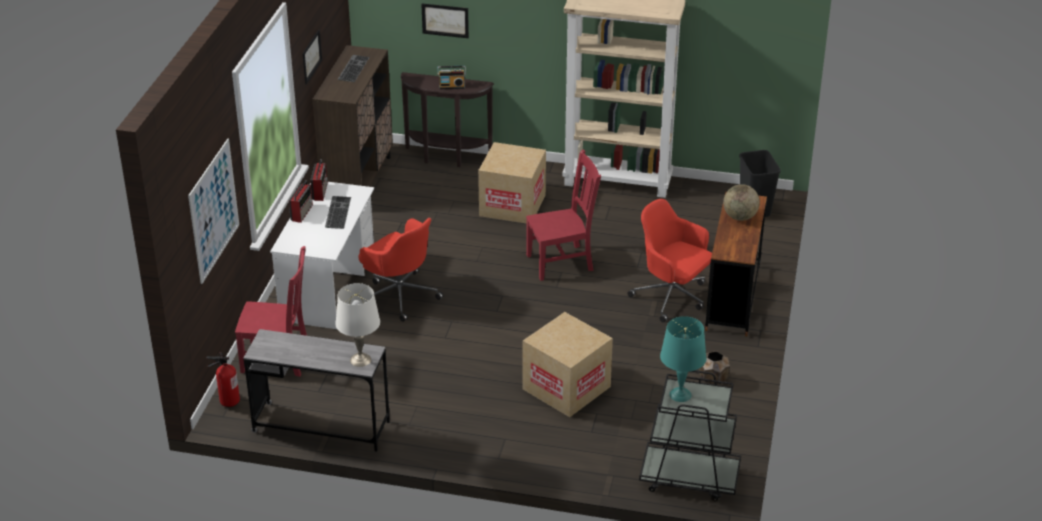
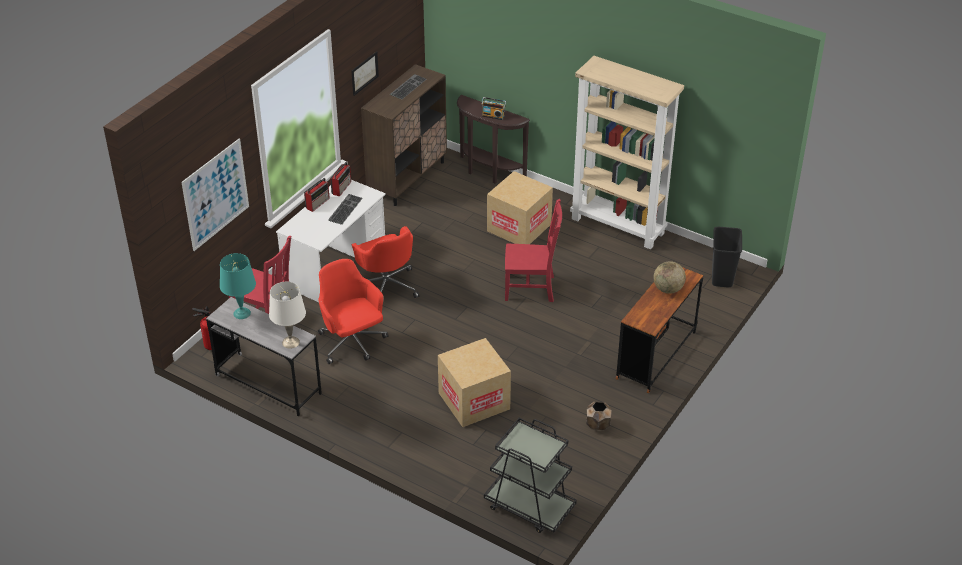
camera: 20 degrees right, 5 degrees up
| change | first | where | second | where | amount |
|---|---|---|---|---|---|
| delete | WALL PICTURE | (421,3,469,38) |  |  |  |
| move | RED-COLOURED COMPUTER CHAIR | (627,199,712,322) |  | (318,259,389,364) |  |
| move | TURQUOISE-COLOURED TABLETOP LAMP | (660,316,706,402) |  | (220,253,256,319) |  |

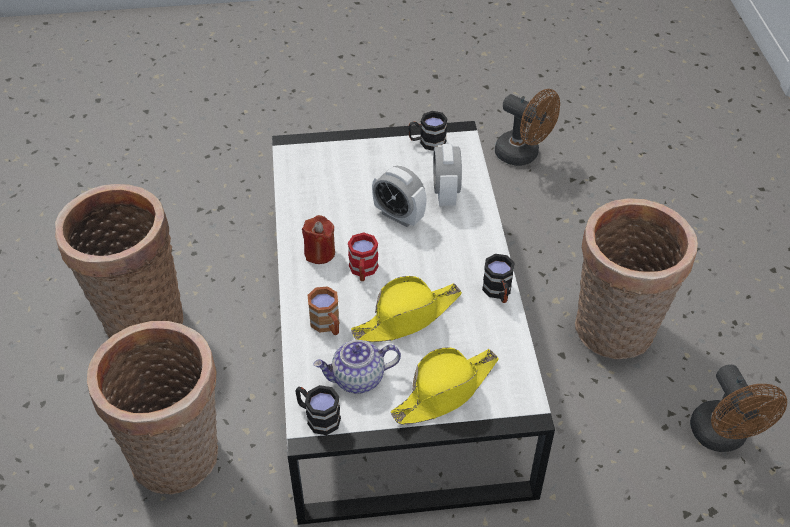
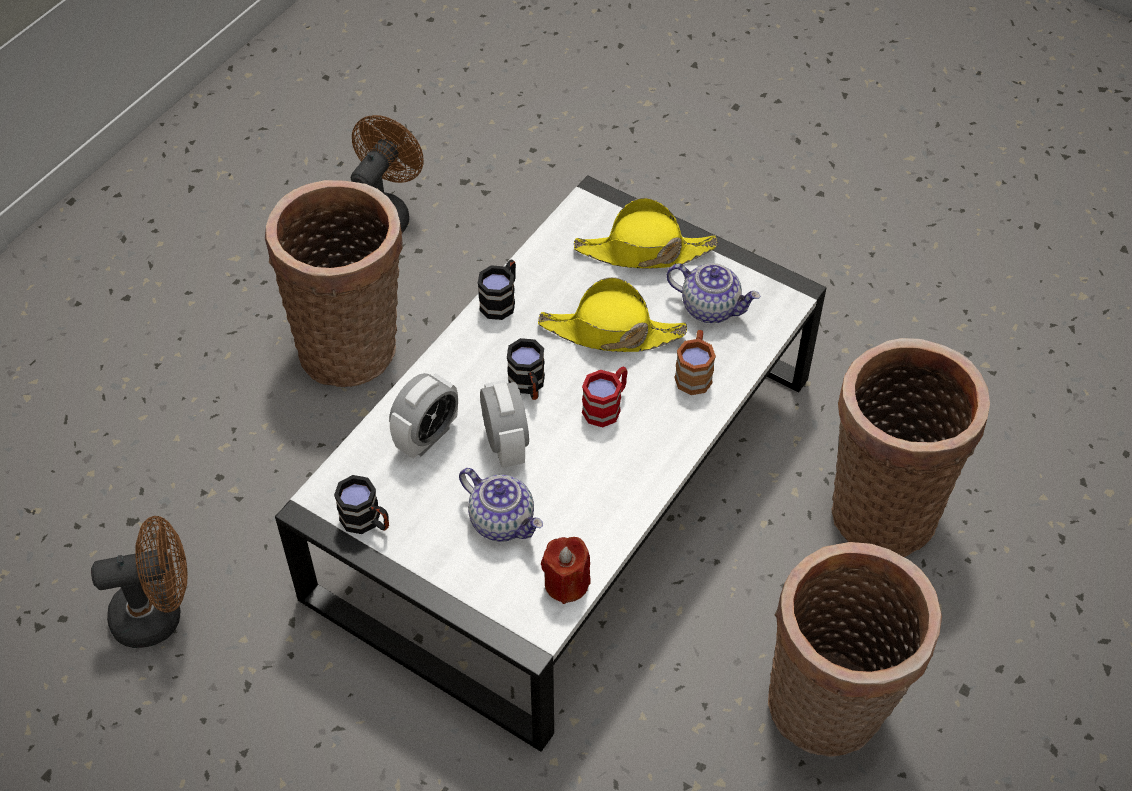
camera: 140 degrees left, 5 degrees up
| change | first | where | second | where | amount |
|---|---|---|---|---|---|
| rotate | BROWN-COLOURED COOLING FAN | (495,89,560,166) |  | (91,516,187,648) | 90 degrees clockwise |
| move | RED-COLOURED WAX LIGHT | (302,215,335,264) |  | (541,537,591,604) |  |
| move | BLACK-COLOURED COFFEE MUG | (295,385,341,435) |  | (507,338,545,400) |  |
| insert |  |  | TEA POT | (459,468,543,542) |  |

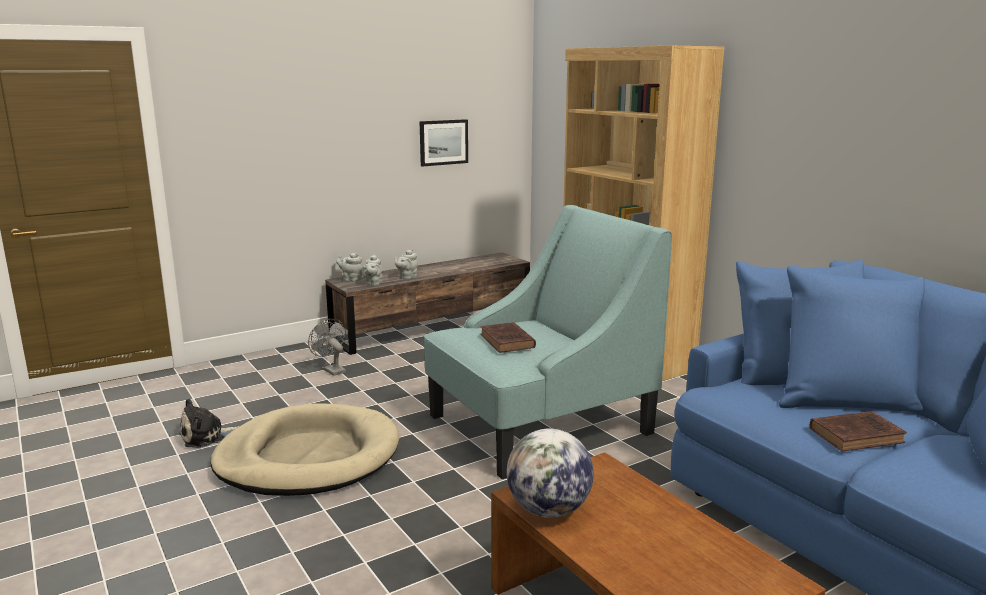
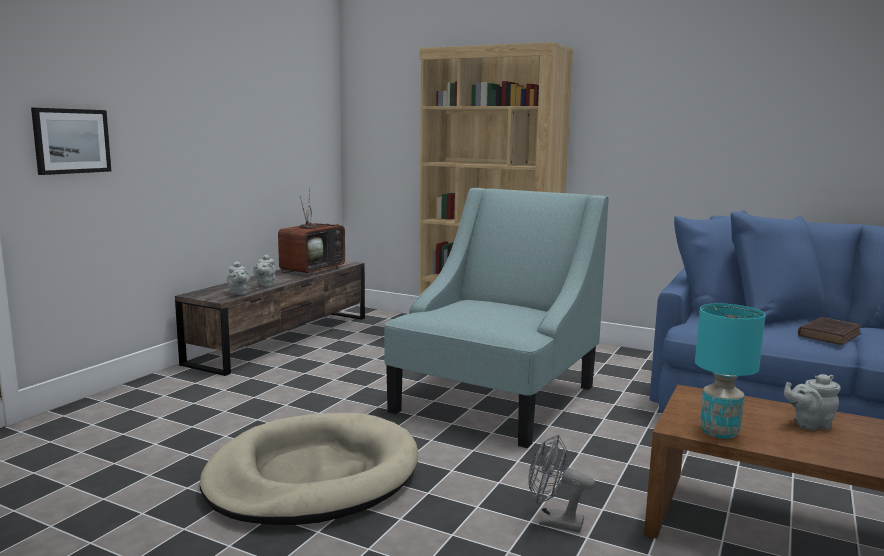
camera: 30 degrees left, 5 degrees down
| change | first | where | second | where | amount |
|---|---|---|---|---|---|
| move | WALL PICTURE | (419,119,468,167) |  | (31,108,111,175) |  |
| move | GREYISH TEA POT | (336,253,363,282) |  | (784,374,841,430) |  |
| move | GREYISH COOLING FAN | (308,319,346,376) |  | (528,434,595,533) |  |
| delete | BROWN-COLOURED BOOK | (481,322,536,353) |  |  |  |
| delete | CUDDLY TOY | (179,398,239,448) |  |  |  |
| replace | WORLD GLOBE | (506,429,594,518) | TURQUOISE-COLOURED TABLETOP LAMP | (695,304,765,439) |  |
| insert |  |  | TELEVISION | (278,191,345,276) |  |

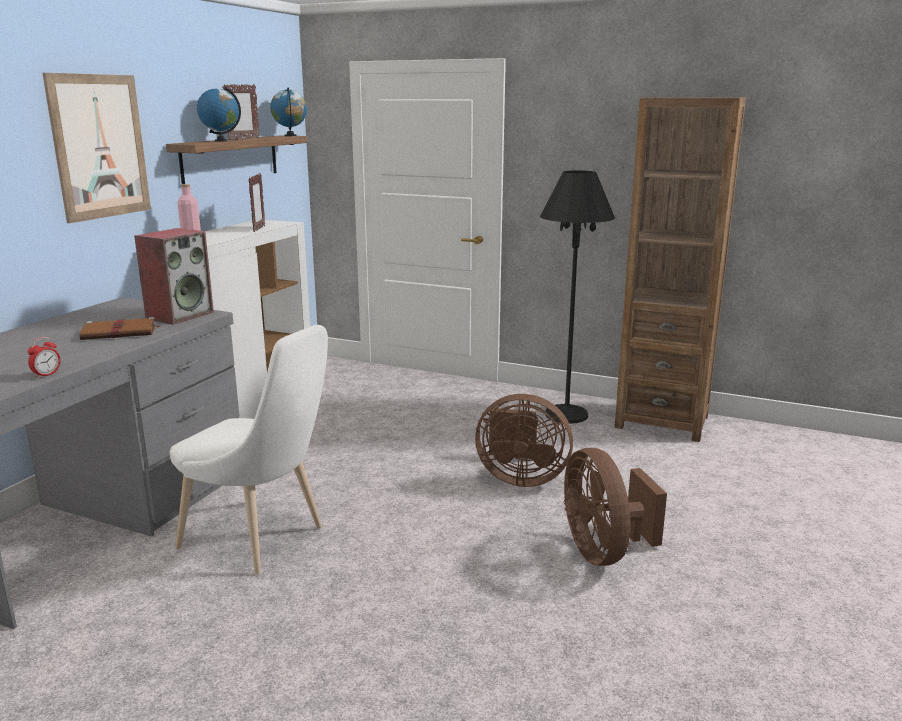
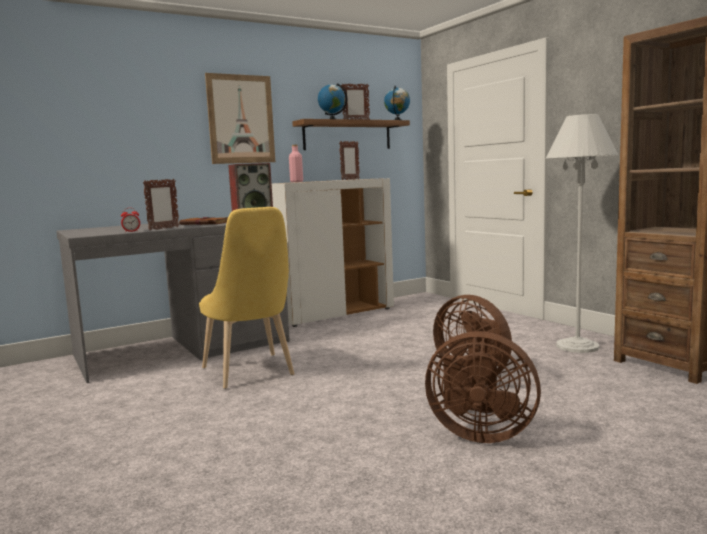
camera: 35 degrees right, 10 degrees down
| change | first | where | second | where | amount |
|---|---|---|---|---|---|
| recolor | BLACK-COLOURED FLOOR LAMP | (540,170,615,424) | WHITISH FLOOR LAMP | (546,114,618,353) |  |
| recolor | WHITISH UPRIGHT CHAIR | (170,325,328,575) | YELLOW UPRIGHT CHAIR | (199,207,294,389) |  |
| rotate | BROWN-COLOURED COOLING FAN | (564,448,667,566) |  | (425,331,541,443) | 90 degrees counterclockwise |
| insert |  |  | STANDING FRAME | (143,179,179,230) |  |

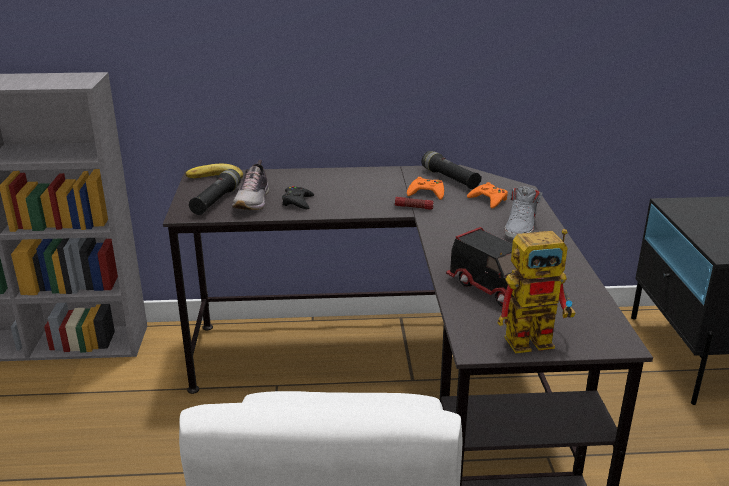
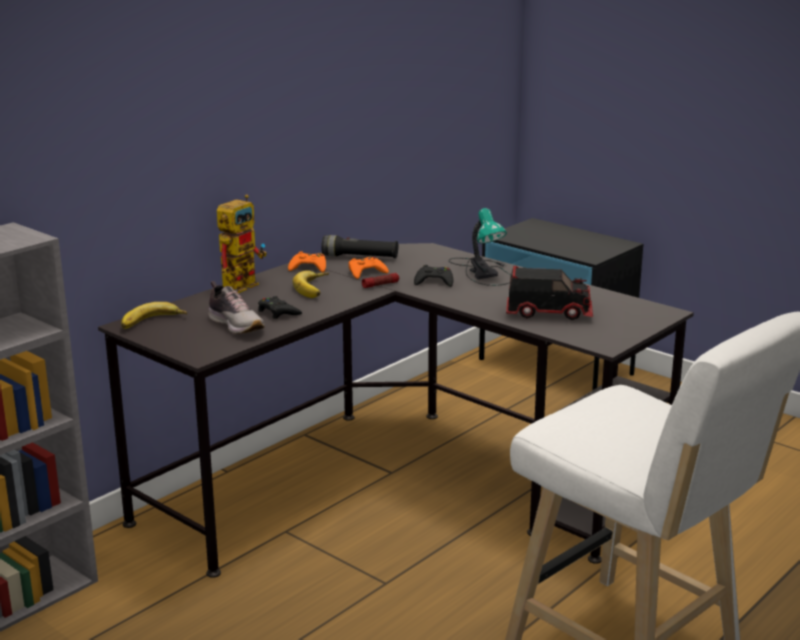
camera: 45 degrees left, 5 degrees down
| change | first | where | second | where | amount |
|---|---|---|---|---|---|
| delete | BLACK-COLOURED HAND TORCH | (189,169,241,215) |  |  |  |
| move | ORANGE GAME CONTROLLER | (467,182,508,208) |  | (288,251,326,272) |  |
| replace | GREYISH ITEM OF FOOTWEAR | (505,187,543,238) | TABLETOP LAMP | (449,208,511,286) |  |
| move | MODEL ROBOT | (497,229,575,353) |  | (217,195,267,293) |  |
| insert |  |  | BLACK-COLOURED GAME CONTROLLER | (414,265,453,287) |  |
| insert |  |  | BANANA FRUIT | (292,270,329,298) |  |

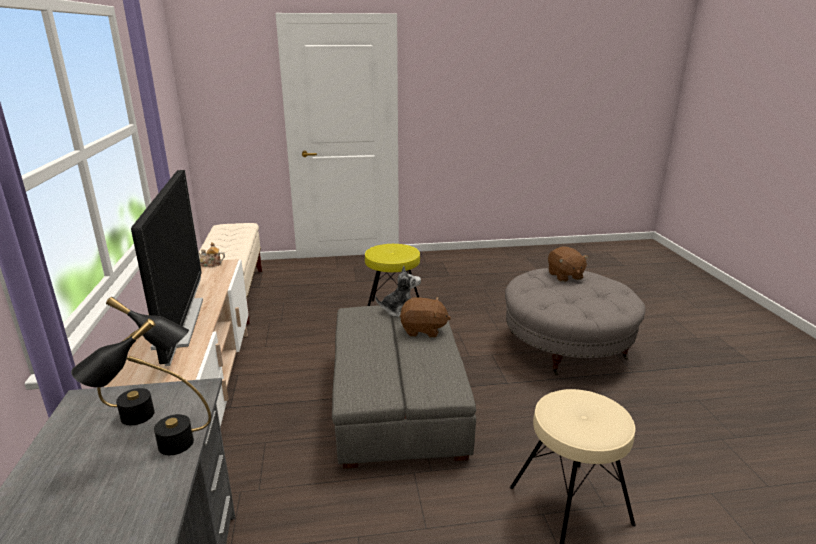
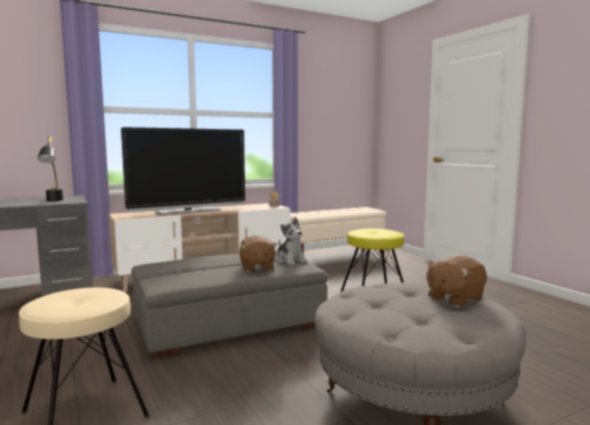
camera: 70 degrees right, 15 degrees down
| change | first | where | second | where | amount |
|---|---|---|---|---|---|
| delete | BLACK-COLOURED TABLETOP LAMP | (71,319,211,455) |  |  |  |

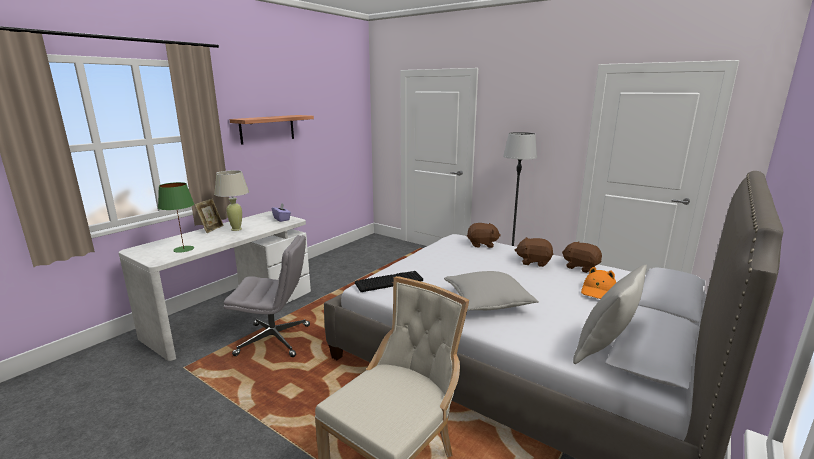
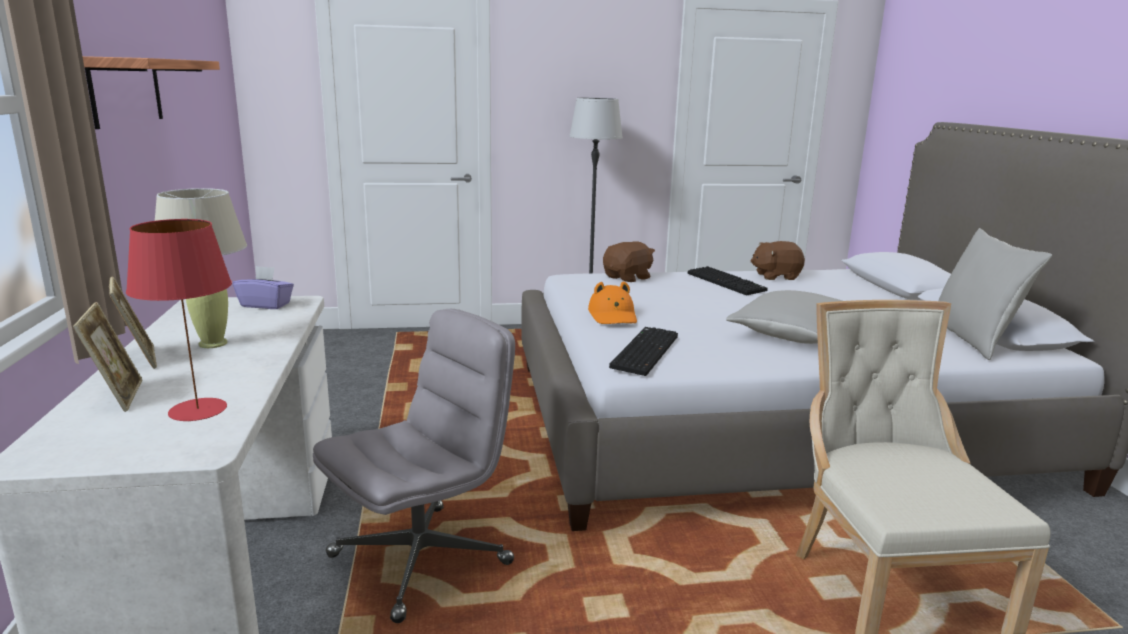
camera: 45 degrees left, 0 degrees up
| change | first | where | second | where | amount |
|---|---|---|---|---|---|
| recolor | GREEN-COLOURED TABLETOP LAMP | (158,182,194,253) | RED-COLOURED TABLETOP LAMP | (126,219,232,421) |  |
| replace | BROWN-COLOURED CUDDLY TOY | (515,237,554,267) | KEYBOARD | (688,266,768,295) |  |
| move | ORANGE HAT | (581,267,616,299) |  | (588,281,637,324) |  |
| insert |  |  | STANDING FRAME | (73,302,142,412) |  |

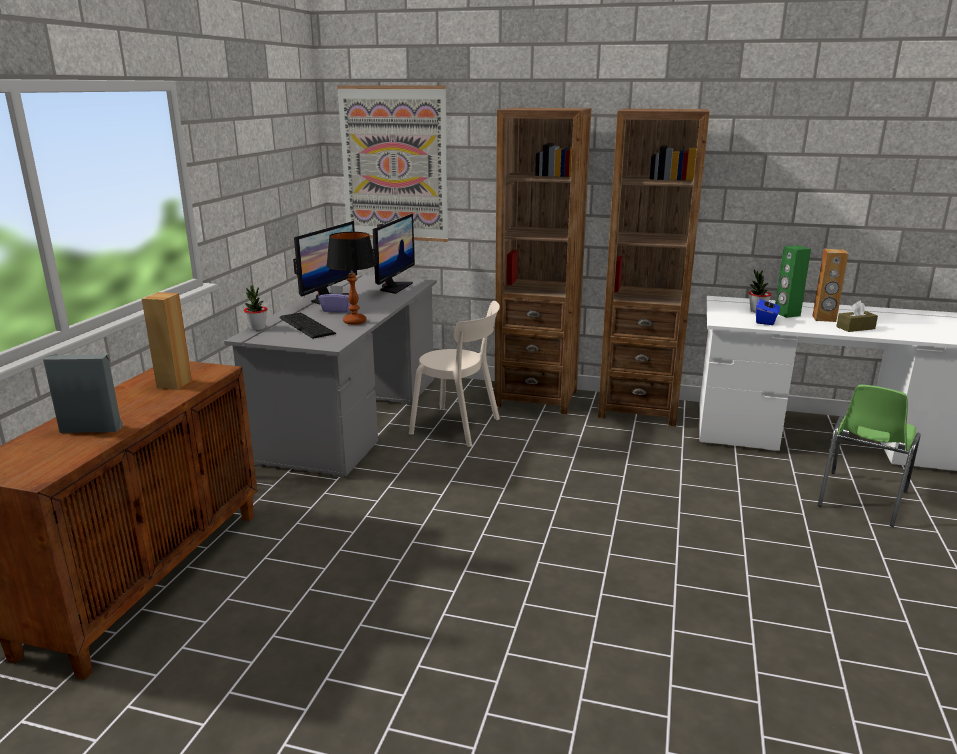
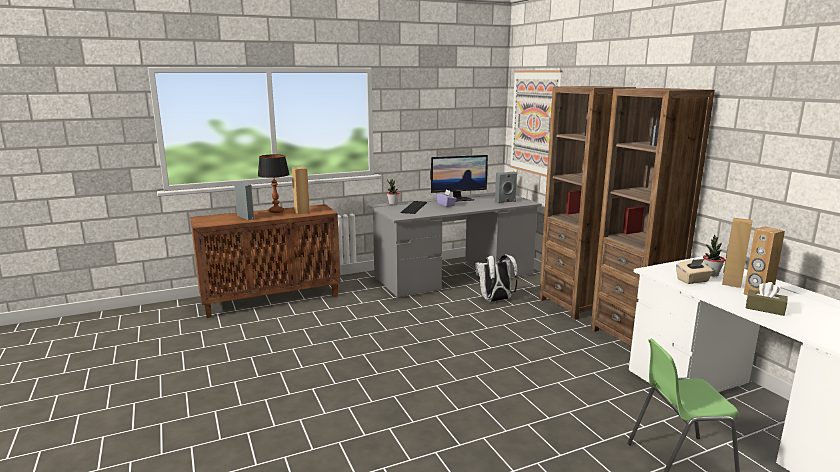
camera: 50 degrees right, 5 degrees down
| change | first | where | second | where | amount |
|---|---|---|---|---|---|
| replace | MONITOR | (373,214,415,294) | GREYISH AUDIO SPEAKER | (495,172,517,203) |  |
| move | TABLETOP LAMP | (326,232,376,325) |  | (258,154,290,213) |  |
| recolor | GREEN-COLOURED AUDIO SPEAKER | (775,245,811,318) | BROWN-COLOURED AUDIO SPEAKER | (722,218,753,288) |  |
| recolor | BLUE-COLOURED TISSUE BOX | (756,296,780,325) | SAND-COLOURED TISSUE BOX | (676,259,714,284) |  |
| replace | SAND-COLOURED UPRIGHT CHAIR | (409,301,500,447) | WHITISH BACKPACK | (475,255,518,302) |  |

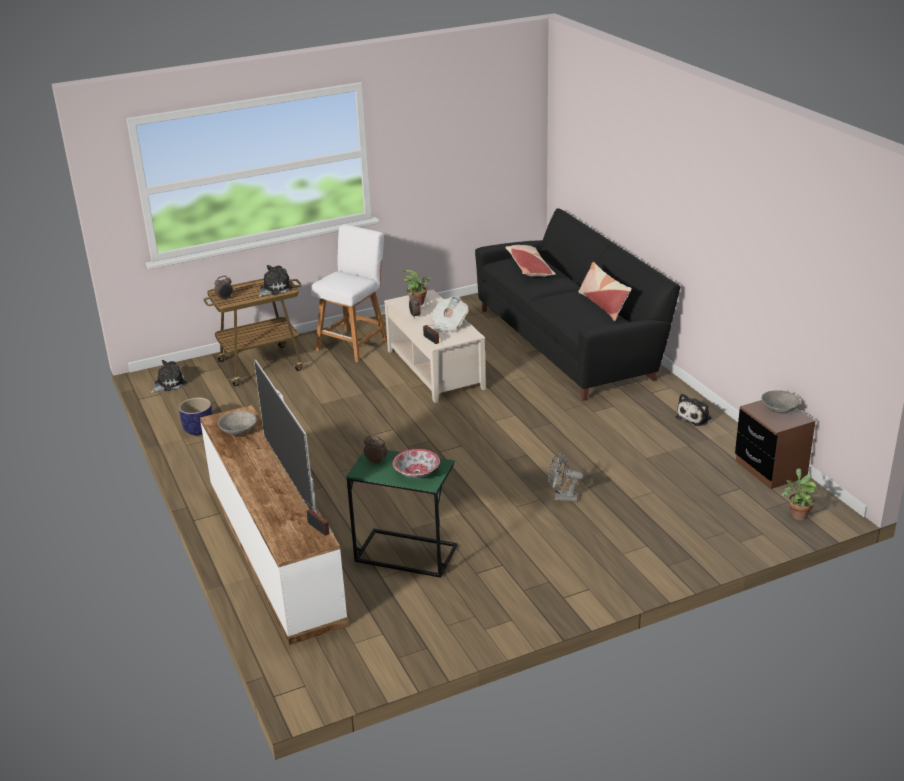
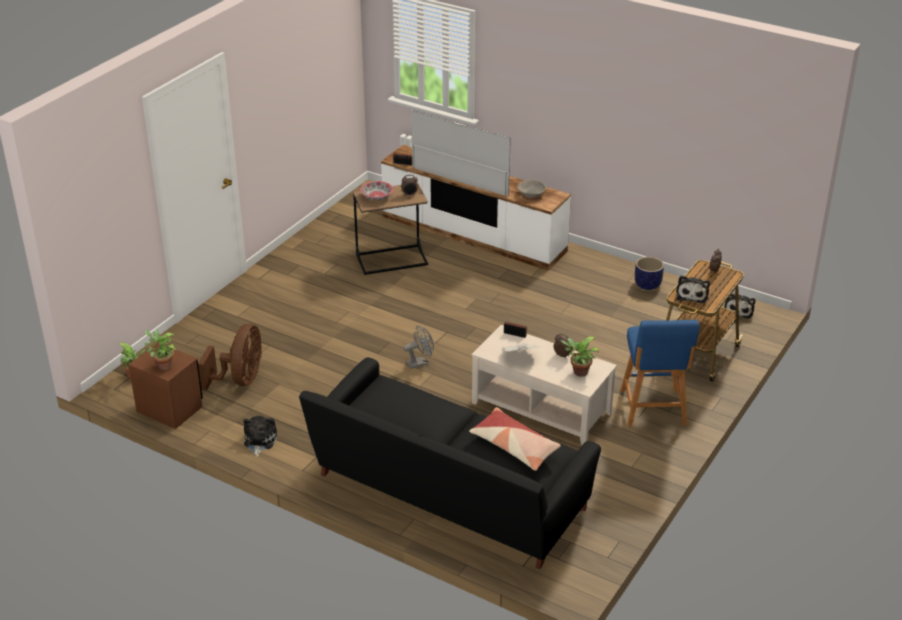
camera: 145 degrees right, 5 degrees up
| change | first | where | second | where | amount |
|---|---|---|---|---|---|
| recolor | WHITISH SITTING STOOL | (311,224,387,362) | BLUE-COLOURED SITTING STOOL | (620,320,700,426) |  |
| delete | PILLOW | (579,262,632,321) |  |  |  |
| replace | GREYISH DEEP DISH | (761,390,800,413) | PLANT IN A POT | (144,329,176,370) |  |
| recolor | GREEN-COLOURED ACCENT TABLE | (346,450,458,578) | BROWN-COLOURED ACCENT TABLE | (353,183,428,275) |  |
| move | GREYISH COOLING FAN | (548,452,584,501) |  | (403,326,434,369) |  |
| insert |  |  | BROWN-COLOURED COOLING FAN | (198,324,262,391) |  |

